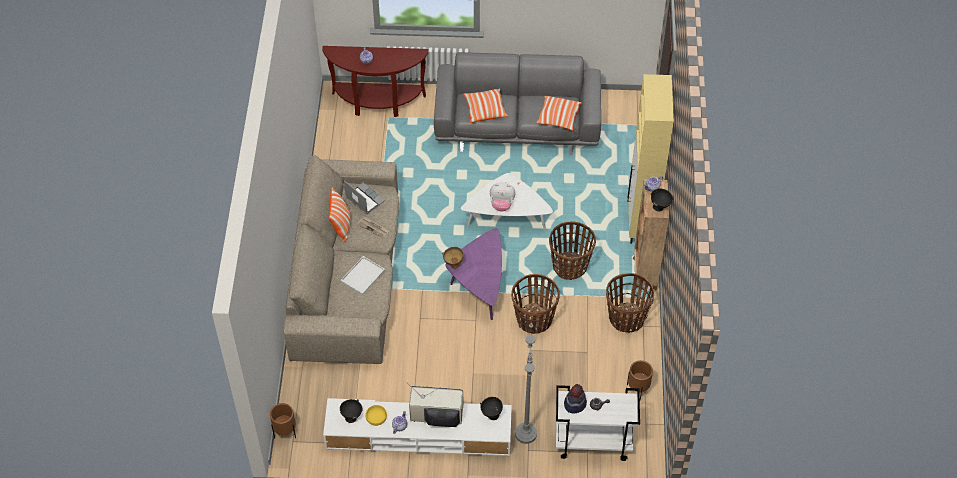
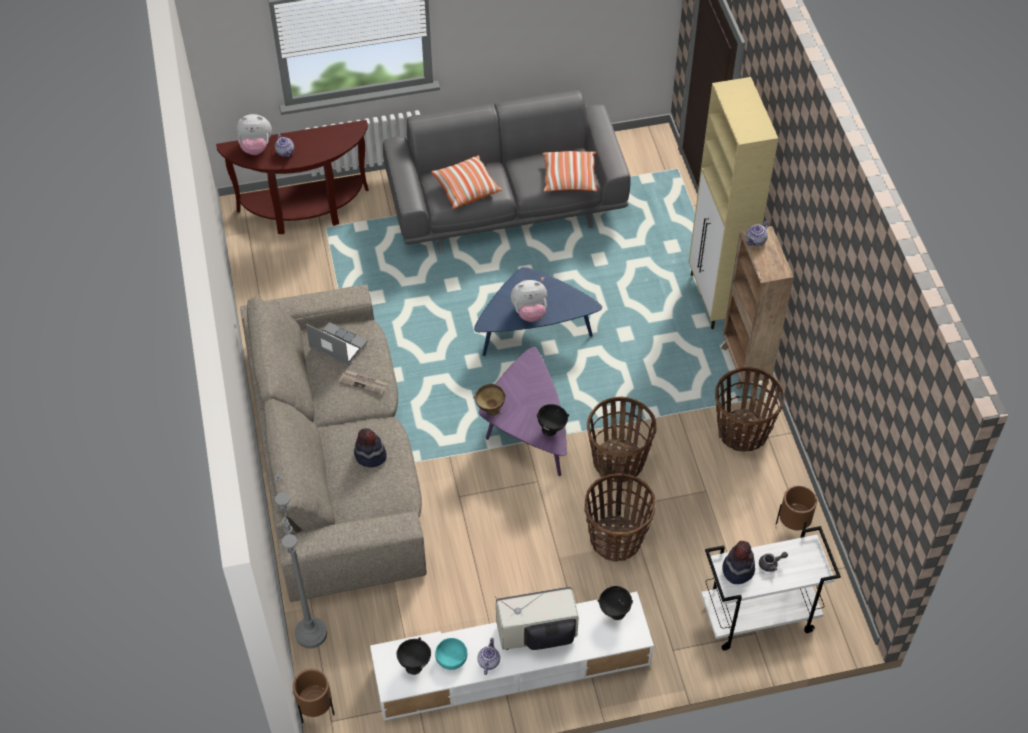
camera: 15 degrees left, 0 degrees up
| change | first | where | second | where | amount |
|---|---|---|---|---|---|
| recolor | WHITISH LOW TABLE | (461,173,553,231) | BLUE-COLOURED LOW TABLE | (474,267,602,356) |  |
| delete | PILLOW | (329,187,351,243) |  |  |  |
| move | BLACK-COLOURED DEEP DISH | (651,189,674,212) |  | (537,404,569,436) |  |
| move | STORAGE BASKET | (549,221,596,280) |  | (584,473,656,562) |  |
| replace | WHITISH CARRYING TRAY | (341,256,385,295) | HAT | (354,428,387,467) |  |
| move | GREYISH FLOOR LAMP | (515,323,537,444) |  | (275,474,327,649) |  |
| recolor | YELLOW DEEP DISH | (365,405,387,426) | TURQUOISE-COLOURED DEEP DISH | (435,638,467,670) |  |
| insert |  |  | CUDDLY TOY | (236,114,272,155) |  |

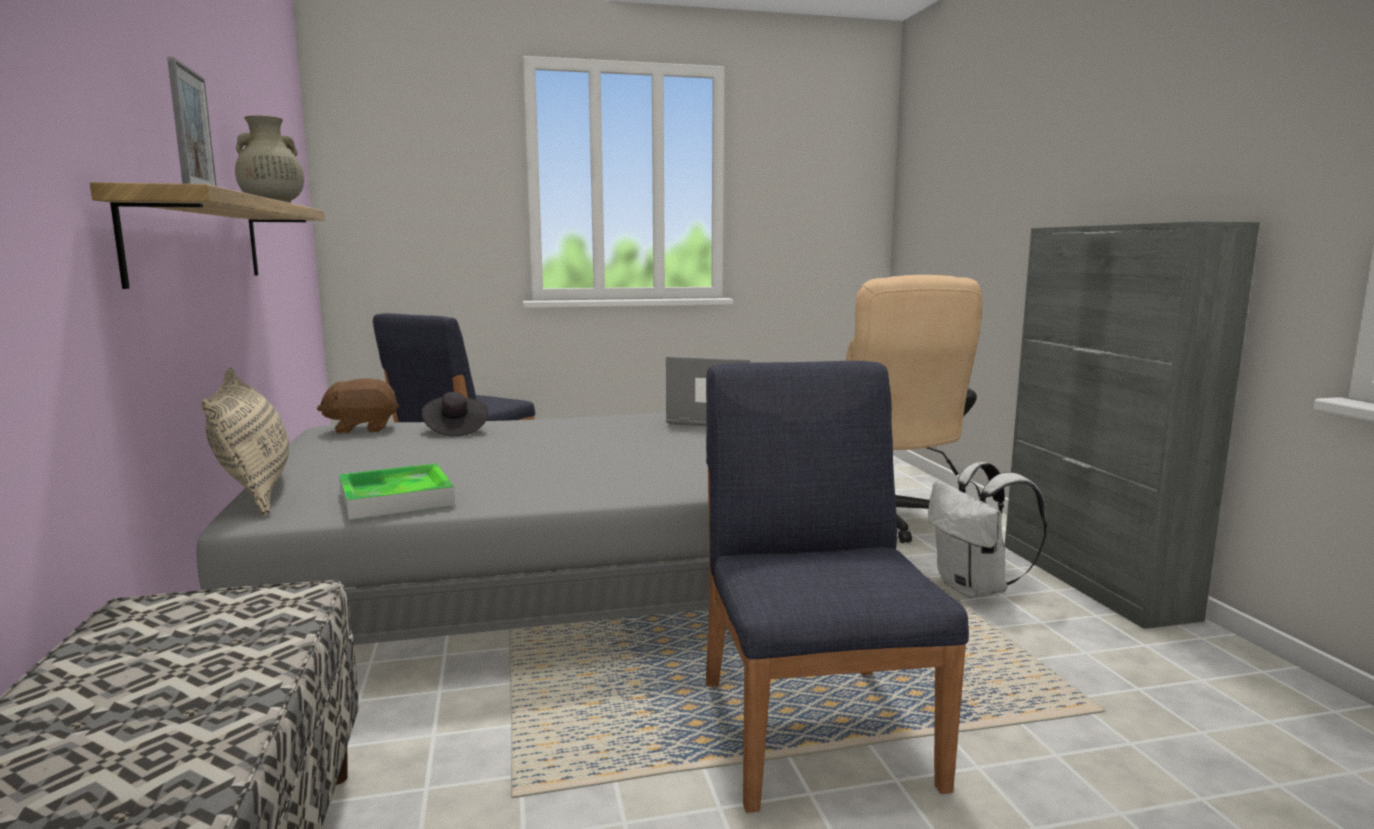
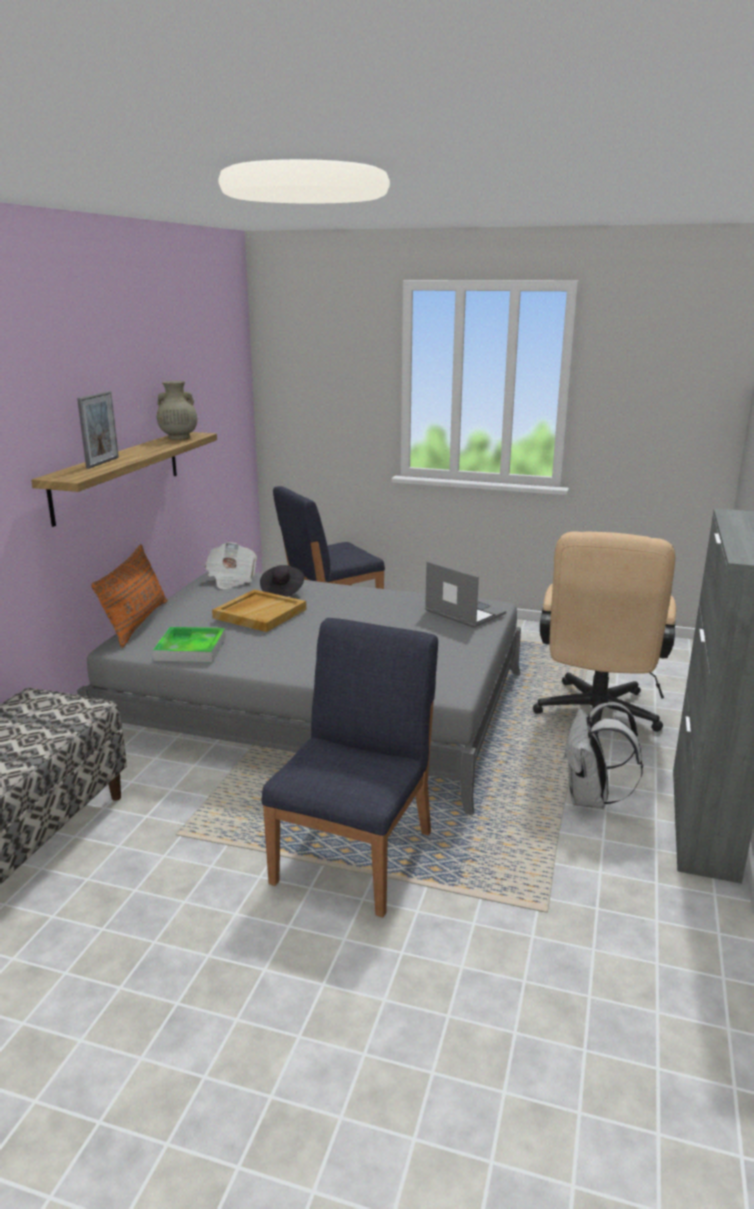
camera: 30 degrees right, 10 degrees up
| change | first | where | second | where | amount |
|---|---|---|---|---|---|
| recolor | SAND-COLOURED PILLOW | (201,368,289,516) | ORANGE PILLOW | (91,544,168,648) |  |
| replace | BROWN-COLOURED CUDDLY TOY | (317,379,399,434) | DAILY PAPER | (205,542,257,589) |  |
| insert |  |  | SAND-COLOURED CARRYING TRAY | (212,589,306,632) |  |

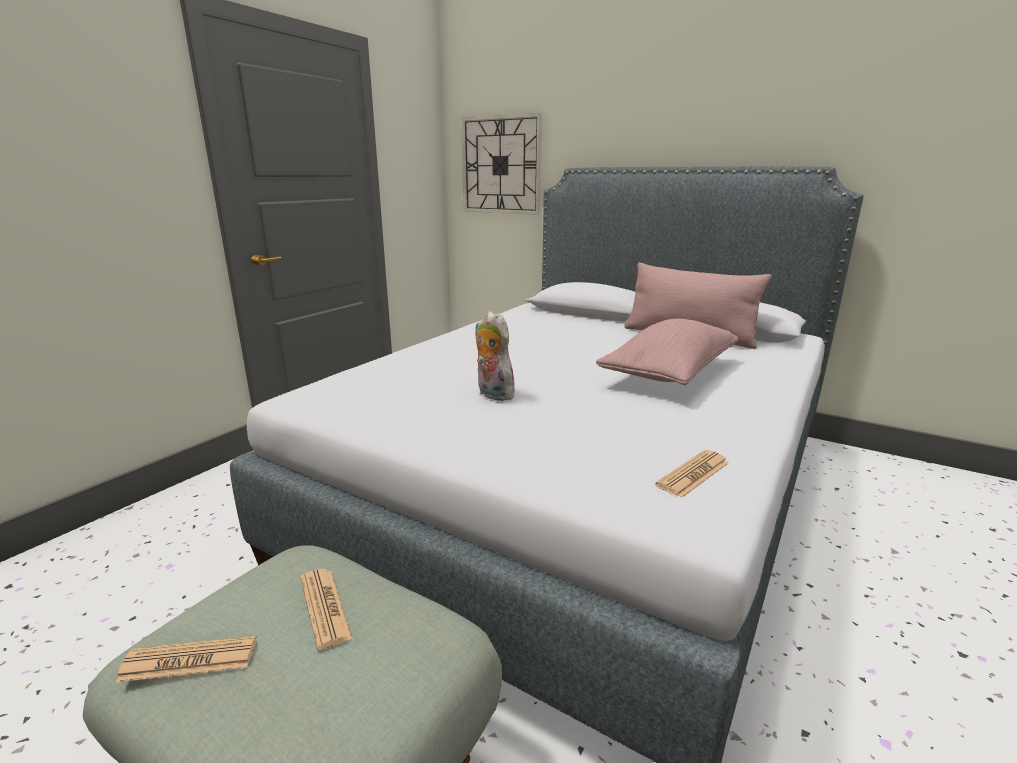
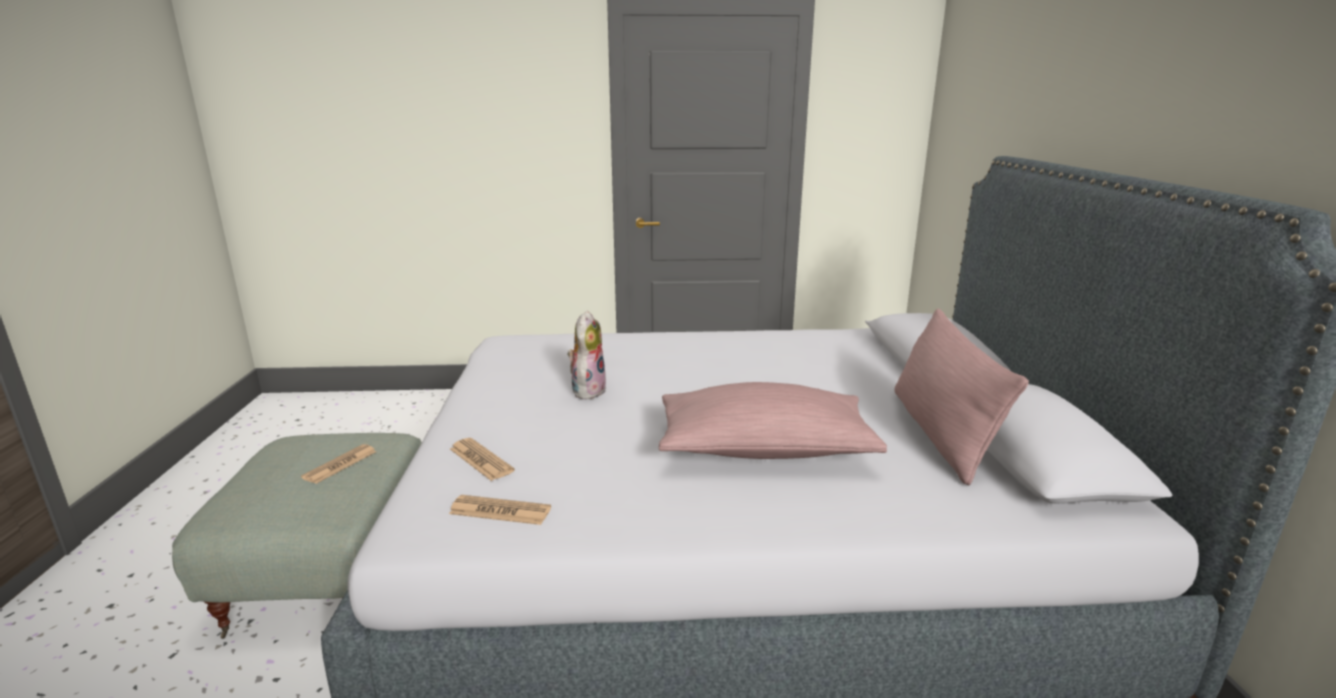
camera: 55 degrees right, 0 degrees up
| change | first | where | second | where | amount |
|---|---|---|---|---|---|
| delete | WALL CLOCK | (461,113,542,215) |  |  |  |
| move | DAILY PAPER | (116,636,257,682) |  | (450,438,515,481) |  |

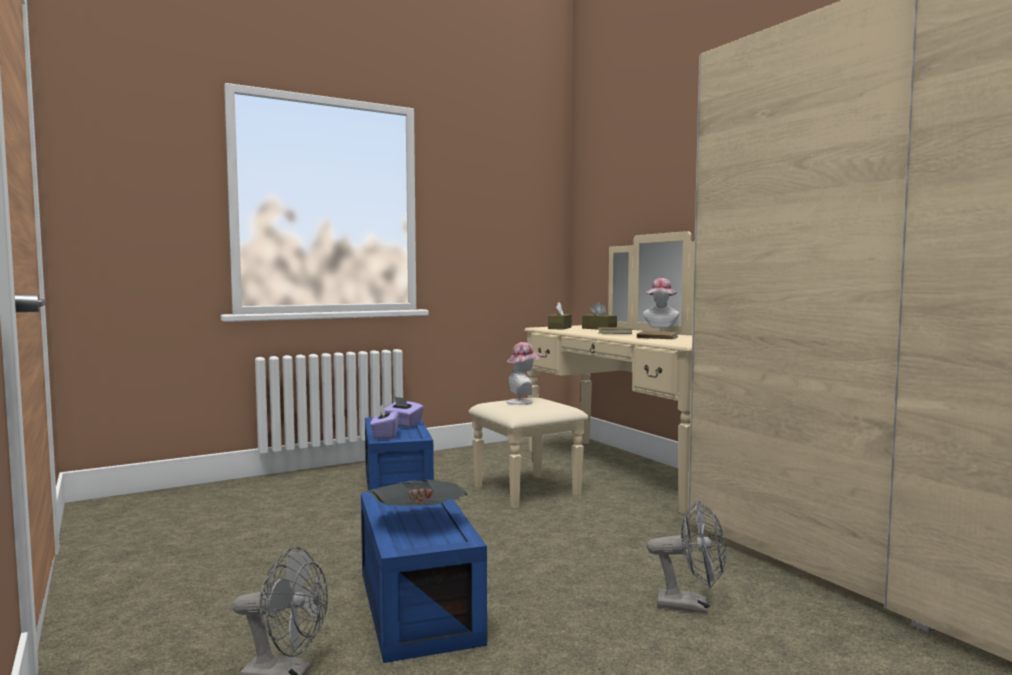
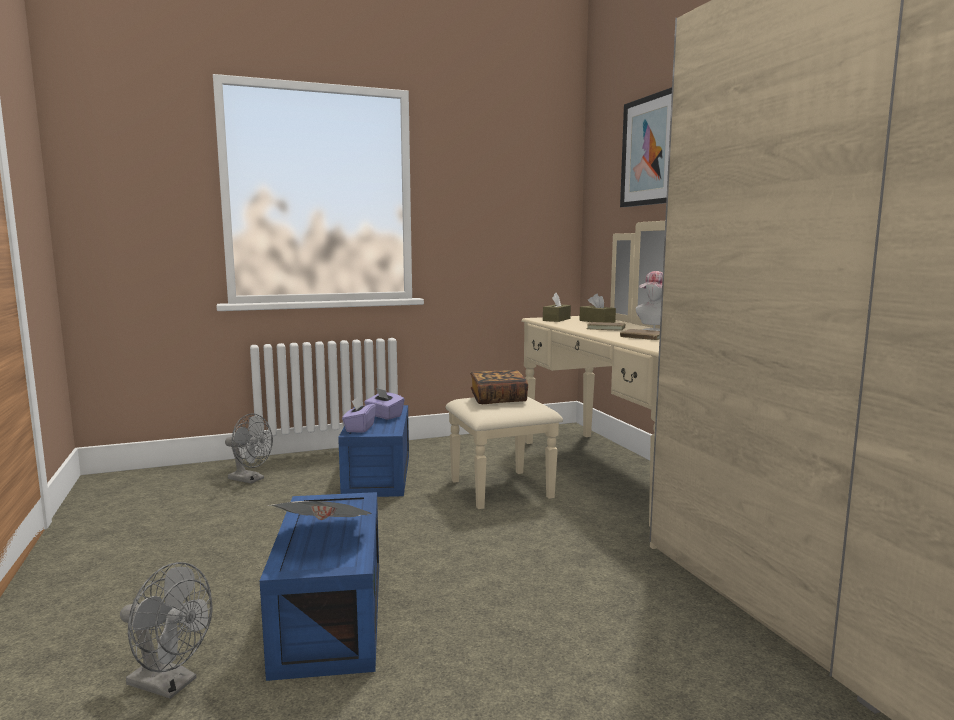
camera: 10 degrees right, 5 degrees up
| change | first | where | second | where | amount |
|---|---|---|---|---|---|
| replace | HAT | (506,342,542,405) | BOOK | (470,370,528,404) |  |
| move | GREYISH COOLING FAN | (647,500,726,614) |  | (225,413,273,484) |  |
| insert |  |  | WALL PICTURE | (620,87,672,207) |  |

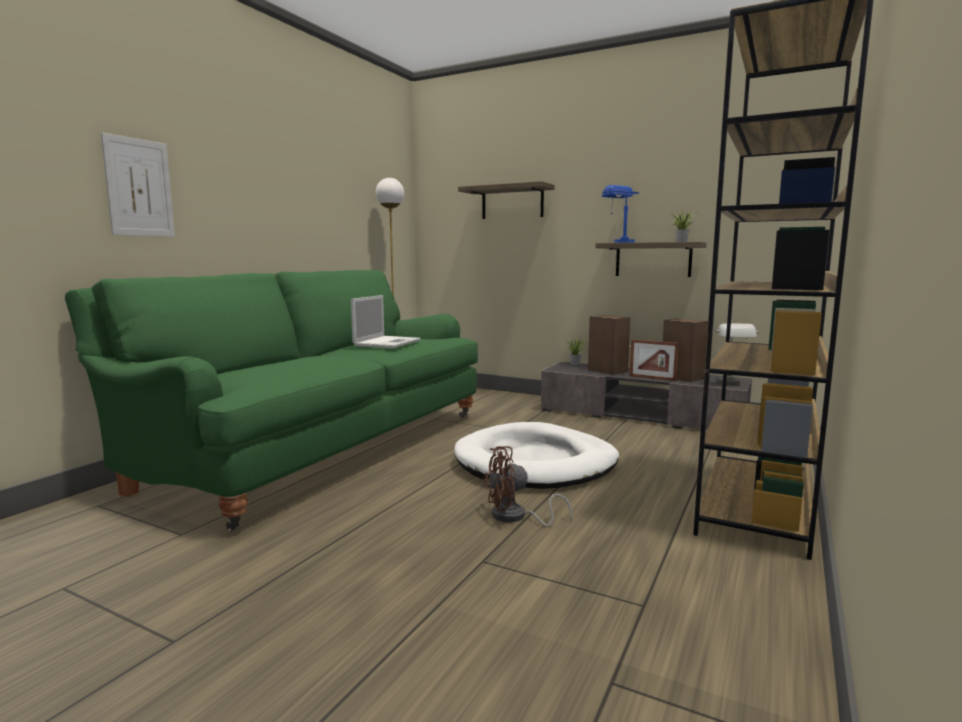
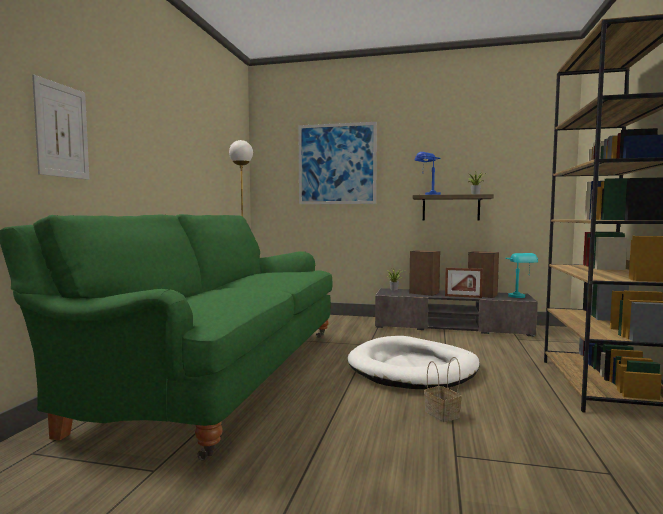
camera: 15 degrees left, 5 degrees down
| change | first | where | second | where | amount |
|---|---|---|---|---|---|
| replace | SHELF | (458,181,555,219) | WALL PICTURE | (298,122,377,204) |  |
| delete | LAPTOP | (351,295,421,348) |  |  |  |
| recolor | GREYISH TABLETOP LAMP | (713,324,759,384) | TURQUOISE-COLOURED TABLETOP LAMP | (505,253,538,298) |  |
| replace | BROWN-COLOURED COOLING FAN | (483,446,572,527) | STORAGE BASKET | (424,357,462,422) |  |

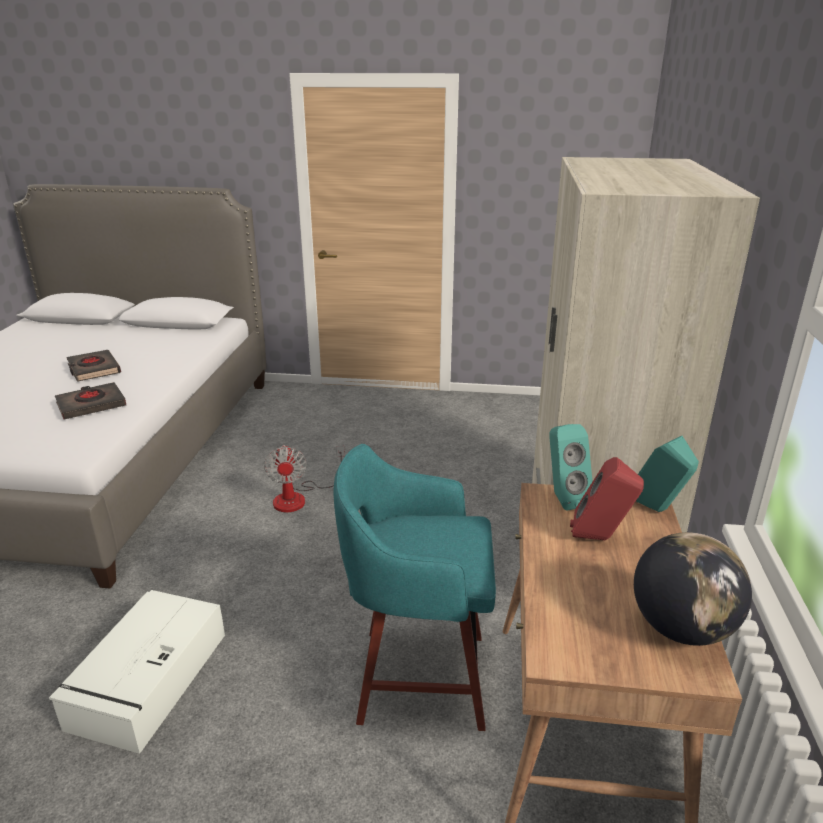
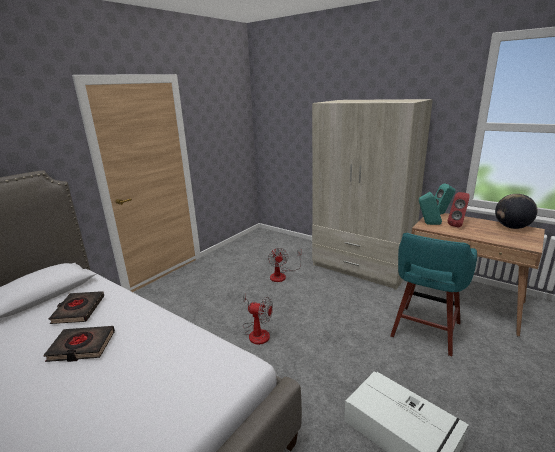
camera: 60 degrees left, 5 degrees down
| change | first | where | second | where | amount |
|---|---|---|---|---|---|
| move | BLACK-COLOURED BOOK | (55,382,126,420) |  | (49,291,104,324) |  |
| insert |  |  | COOLING FAN | (268,248,301,282) |  |

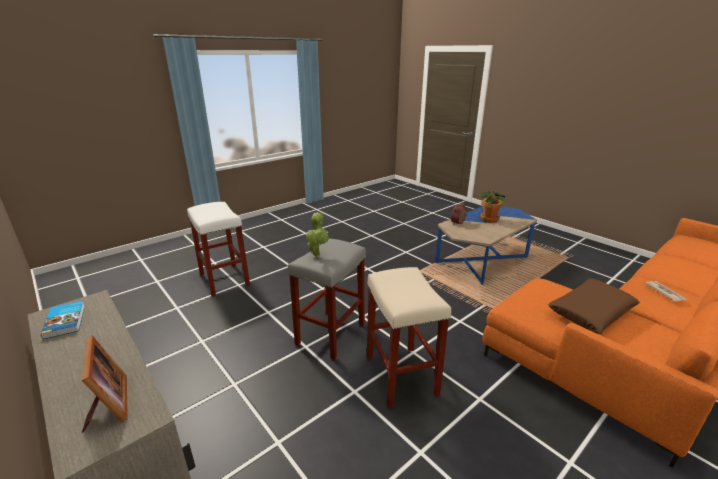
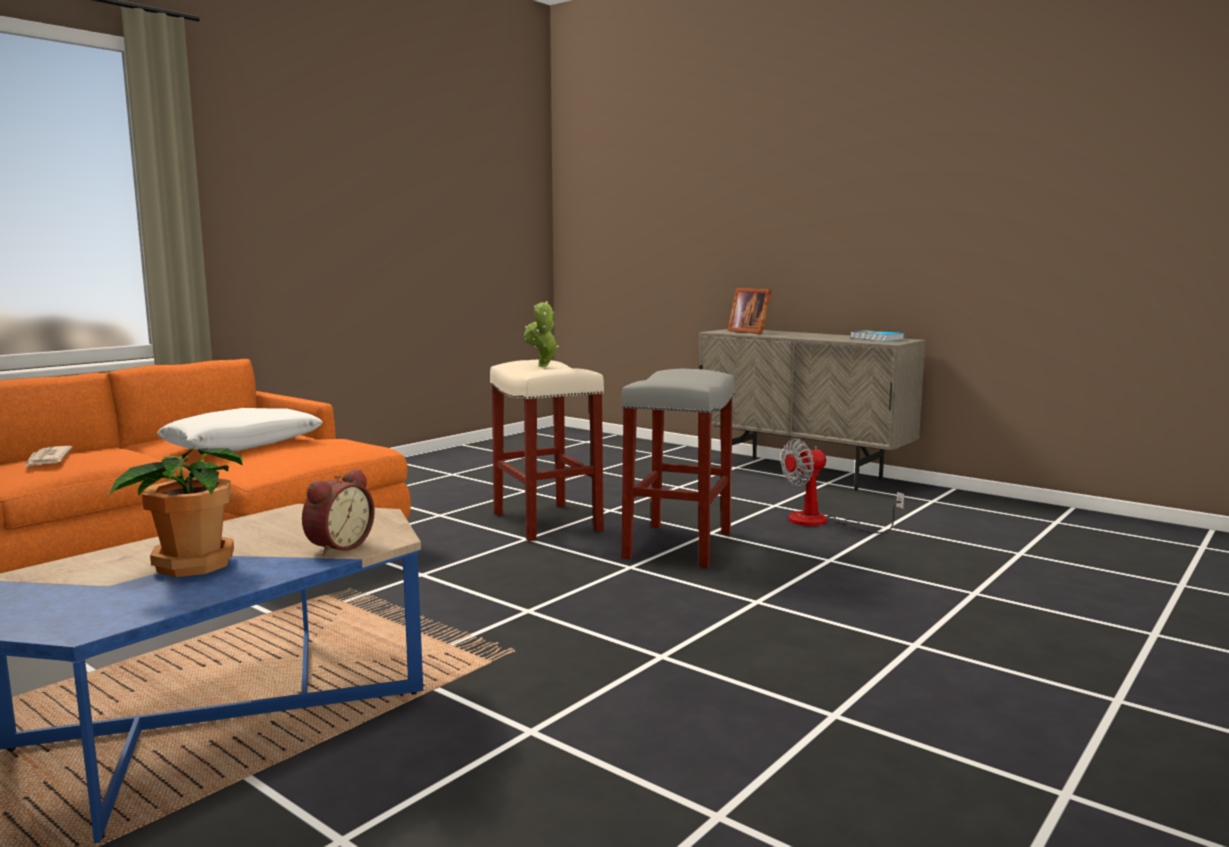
camera: 170 degrees right, 15 degrees down
| change | first | where | second | where | amount |
|---|---|---|---|---|---|
| delete | WHITISH SITTING STOOL | (187,202,250,296) |  |  |  |
| move | PLANT IN A POT | (306,212,329,257) |  | (524,301,559,367) |  |
| recolor | BROWN-COLOURED PILLOW | (548,278,640,334) | WHITISH PILLOW | (157,408,323,451) |  |
| insert |  |  | COOLING FAN | (781,438,905,533) |  |

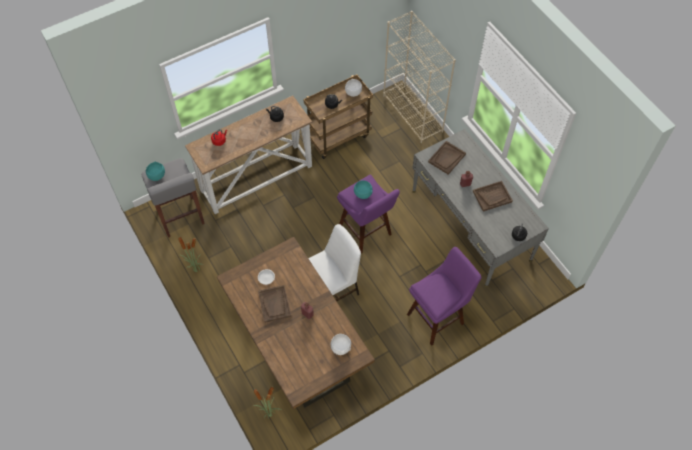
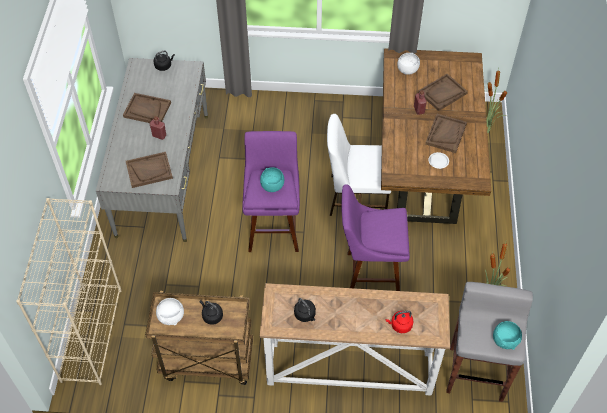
camera: 145 degrees left, 5 degrees down
| change | first | where | second | where | amount |
|---|---|---|---|---|---|
| move | PURPLISH SITTING STOOL | (407,247,482,346) |  | (341,184,410,291) |  |
| insert |  |  | BROWN-COLOURED CARRYING TRAY | (418,74,468,111) |  |

